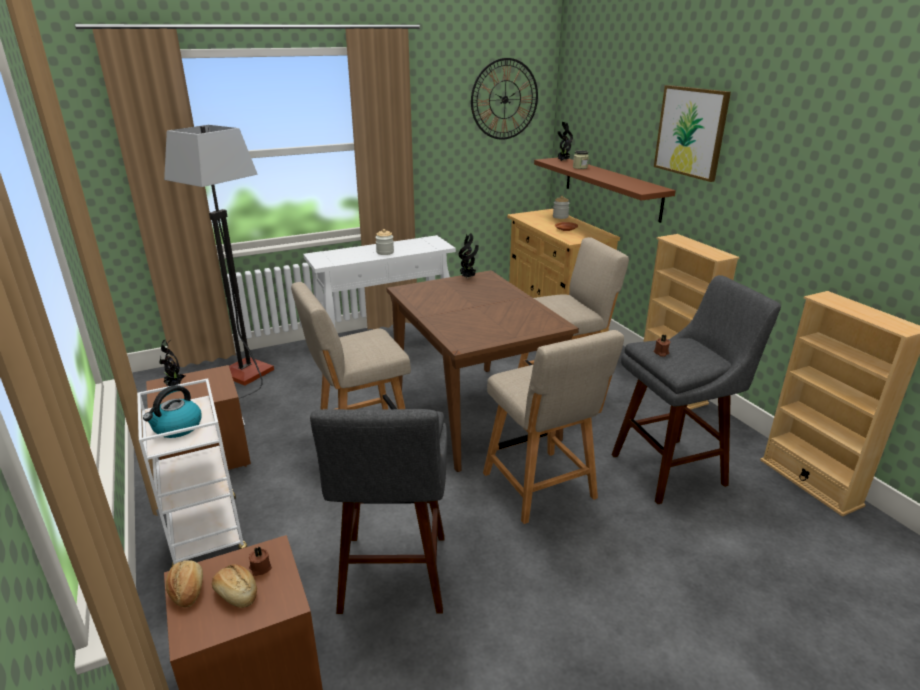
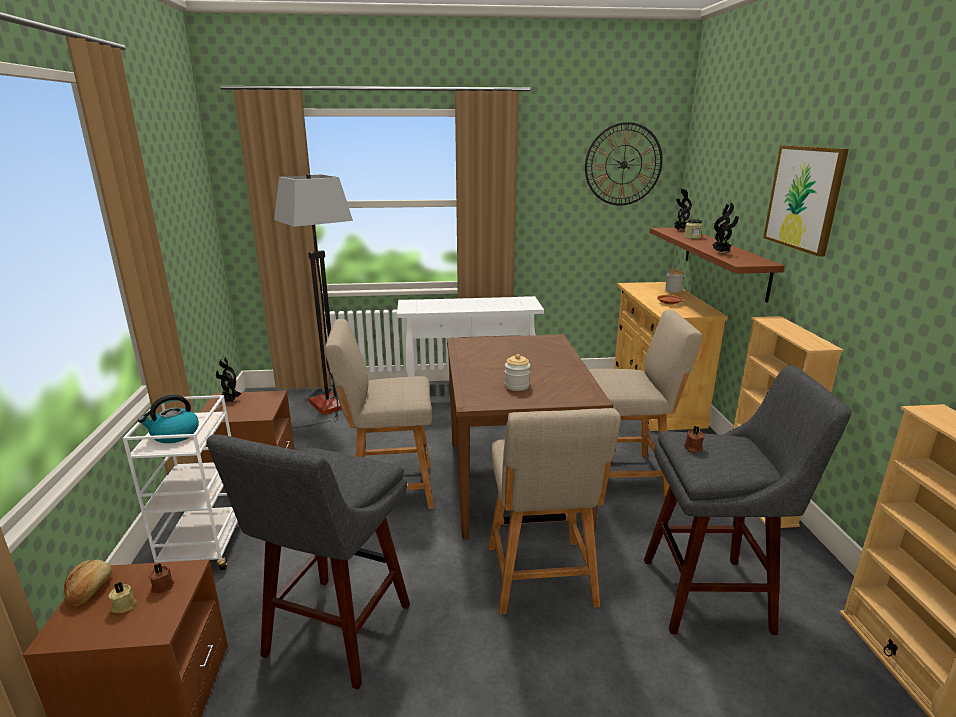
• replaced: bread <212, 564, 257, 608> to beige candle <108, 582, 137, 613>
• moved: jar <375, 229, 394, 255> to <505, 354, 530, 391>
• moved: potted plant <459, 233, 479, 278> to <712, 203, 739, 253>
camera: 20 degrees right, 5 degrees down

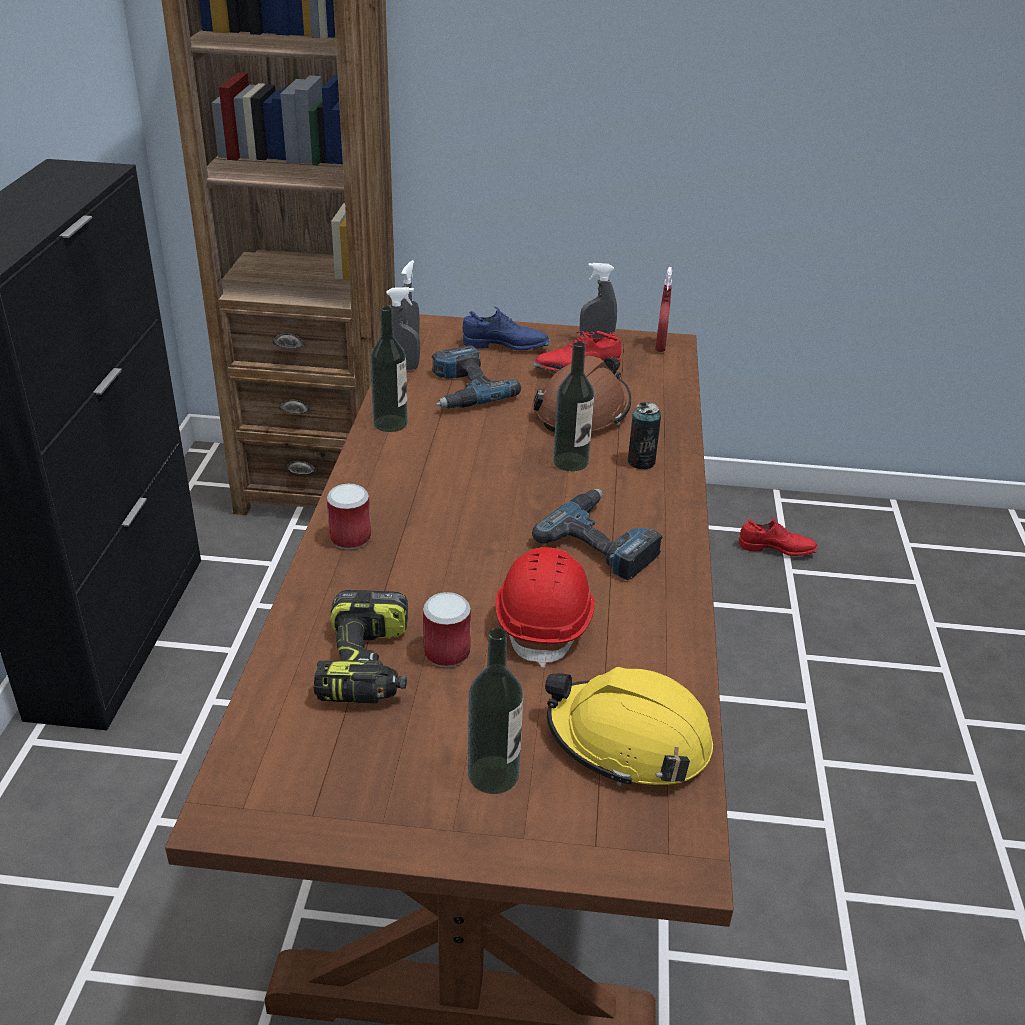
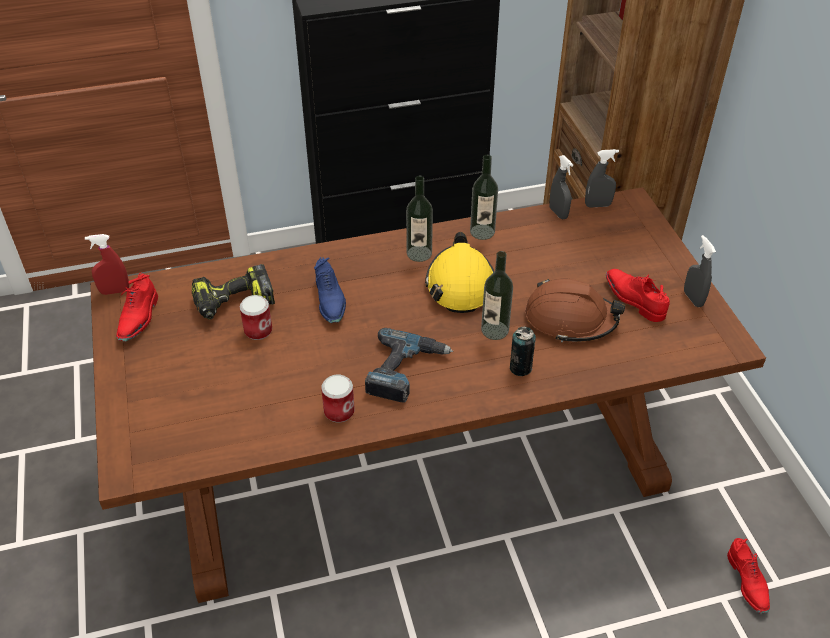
• moved: red spray bottle <655, 267, 672, 352> to <85, 234, 129, 295>
• added: red shoe <116, 273, 158, 342>
• moved: blue shoe <463, 306, 550, 350> to <314, 257, 346, 323>
• moved: can <327, 484, 371, 550> to <321, 375, 355, 423>
• moved: bottle <468, 627, 523, 794> to <406, 176, 433, 262>
• moved: yellow hard hat <545, 667, 713, 786> to <425, 232, 494, 313>
• removed: power drill <431, 345, 521, 408>
• removed: red hard hat <495, 547, 595, 667>
camera: 70 degrees right, 10 degrees up

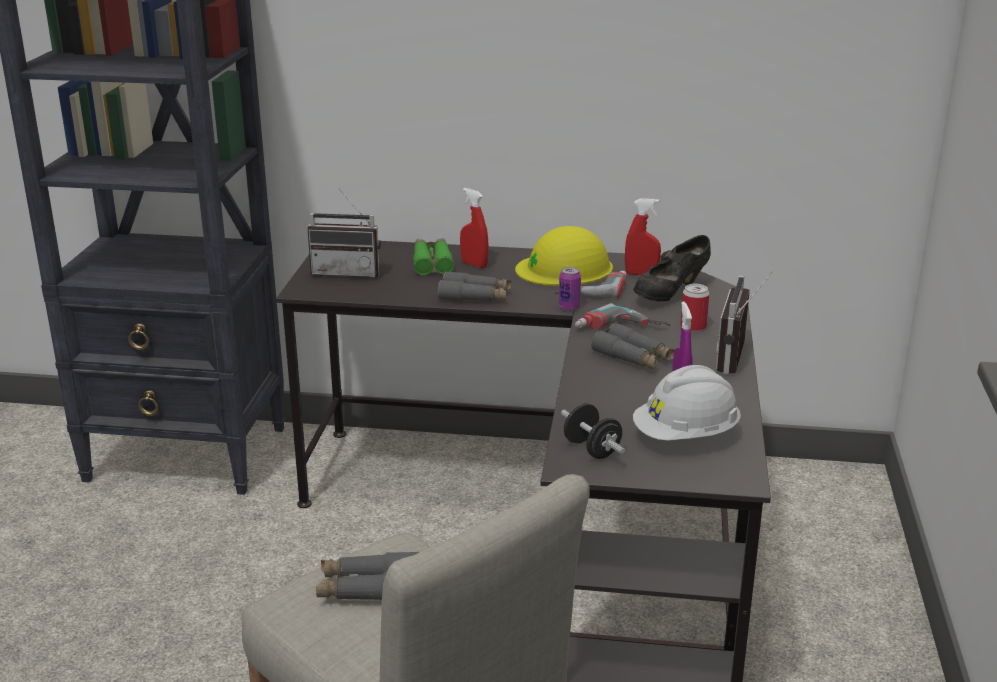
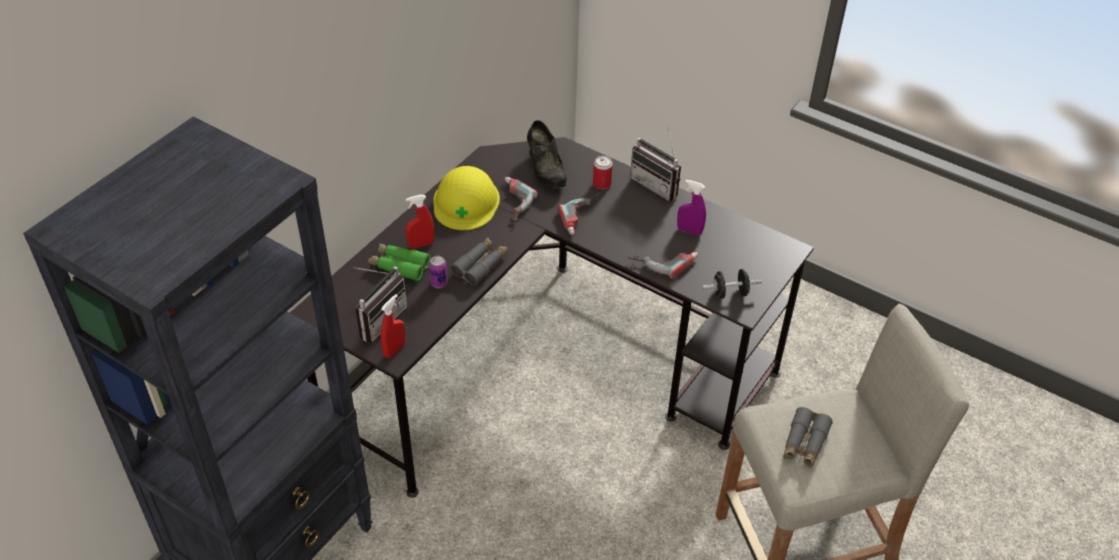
• moved: red spray bottle <625, 198, 661, 275> to <380, 294, 406, 358>
• moved: can <559, 267, 581, 311> to <429, 256, 448, 288>
• added: power drill <627, 252, 698, 279>
• removed: grey binoculars <591, 323, 675, 370>
• removed: white hard hat <633, 365, 741, 441>
camera: 65 degrees left, 20 degrees up

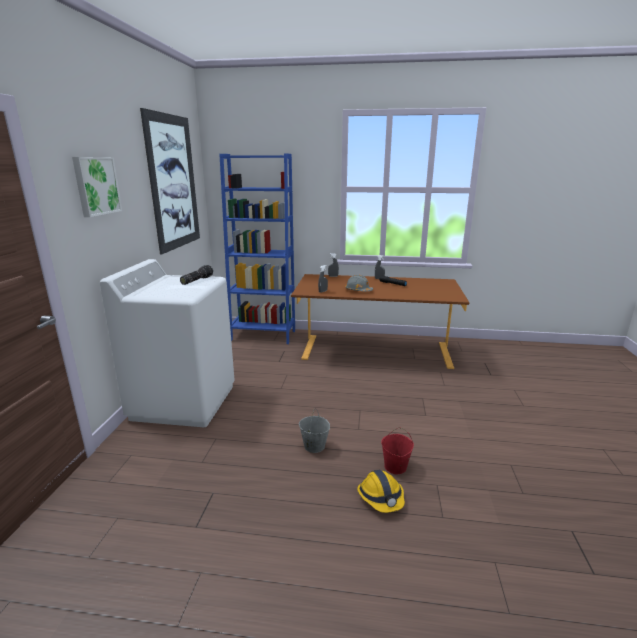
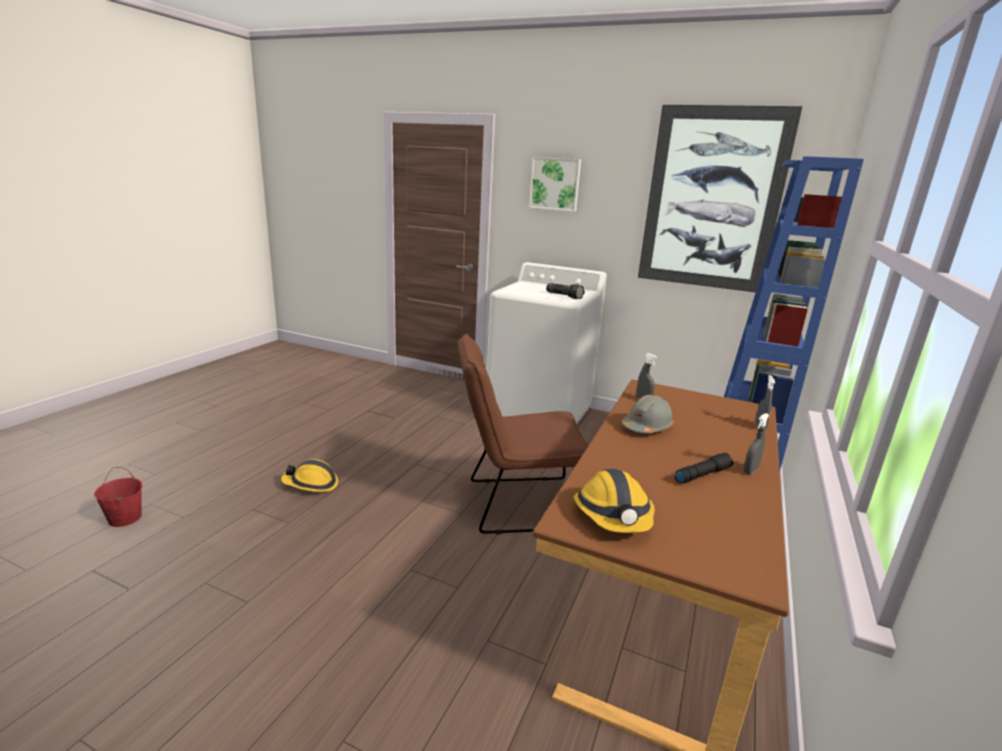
• moved: red bucket <381, 427, 414, 475> to <94, 467, 143, 527>
• added: brown chair <458, 334, 589, 534>
• added: hard hat <574, 469, 655, 533>
• removed: grey bucket <299, 408, 330, 453>
camera: 105 degrees right, 0 degrees up

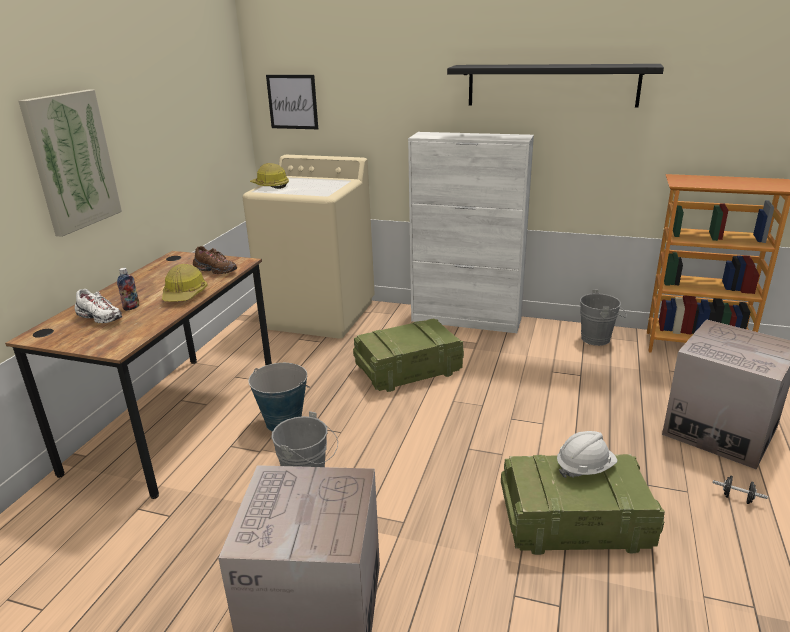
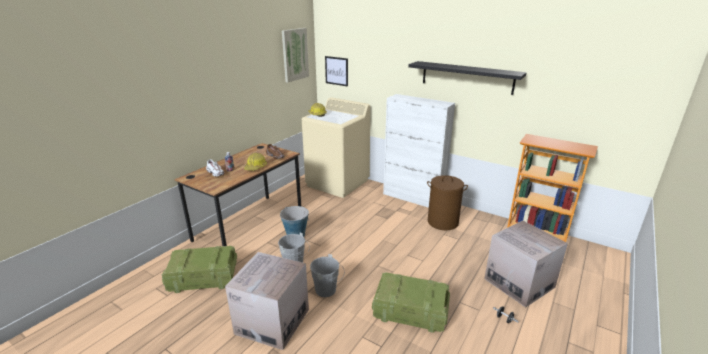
• moved: crate <353, 318, 464, 392> to <162, 246, 237, 293>
• moved: picture <19, 90, 122, 237> to <282, 28, 309, 82>
• moved: grey bucket <580, 290, 627, 346> to <310, 254, 345, 297>
• added: brown laundry basket <427, 175, 468, 230>
• removed: white hard hat <557, 431, 617, 478>
camera: 15 degrees right, 0 degrees up

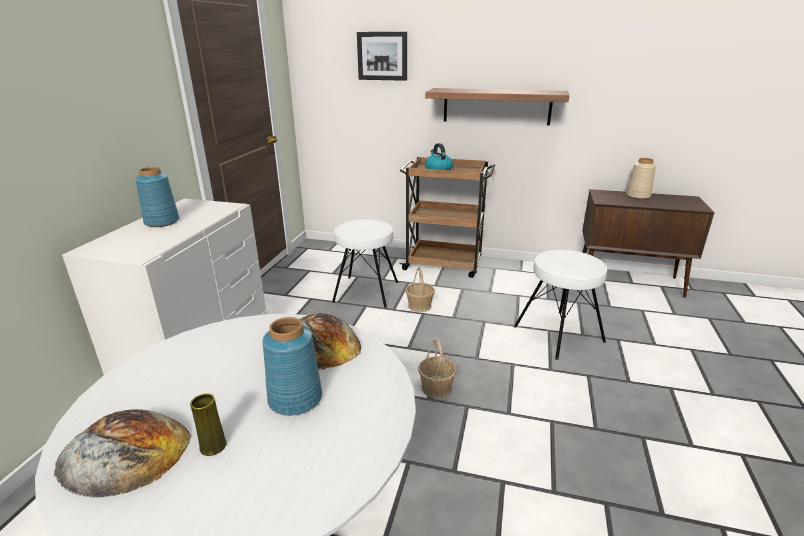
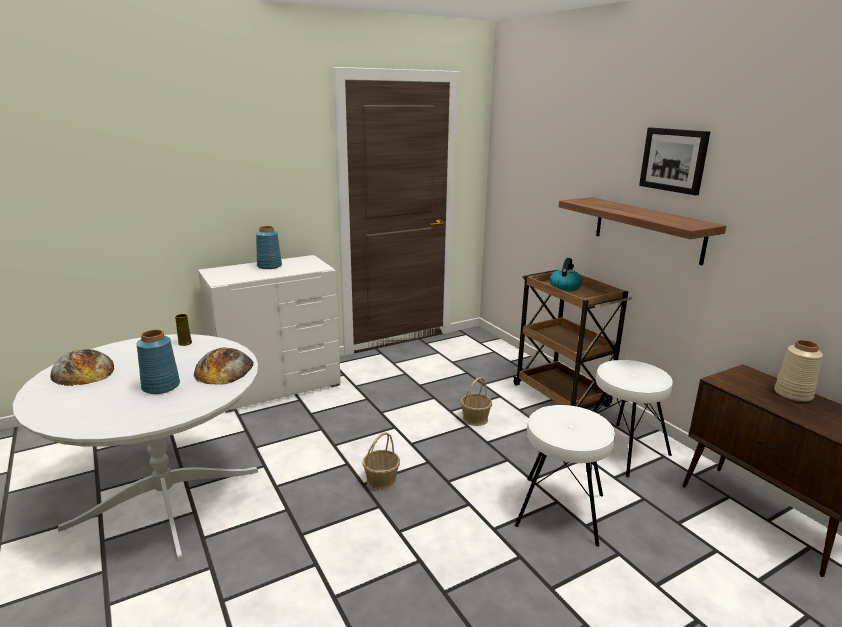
• moved: yellow vase <190, 393, 227, 456> to <175, 314, 192, 346>
• moved: white stool <332, 219, 398, 308> to <593, 360, 673, 478>
• moved: picture <357, 32, 407, 81> to <639, 127, 710, 195>
camera: 45 degrees right, 5 degrees down

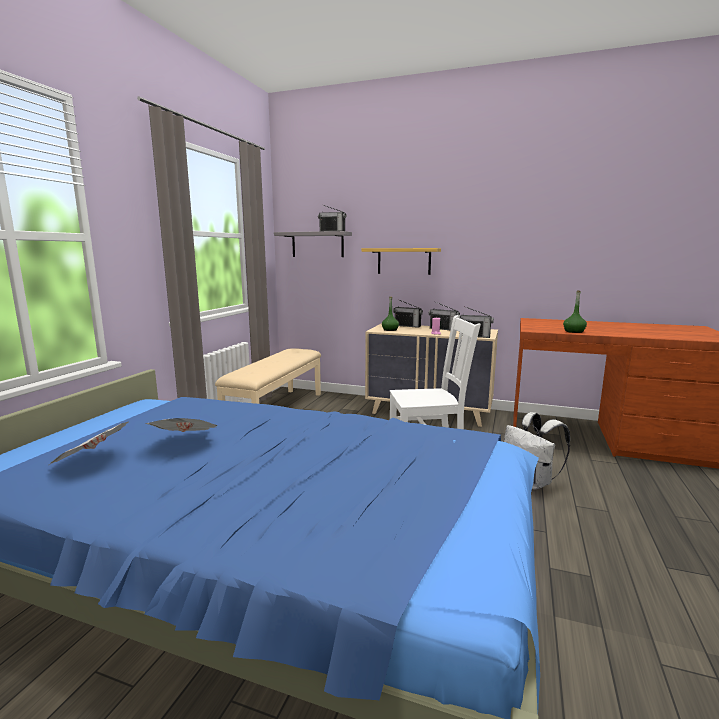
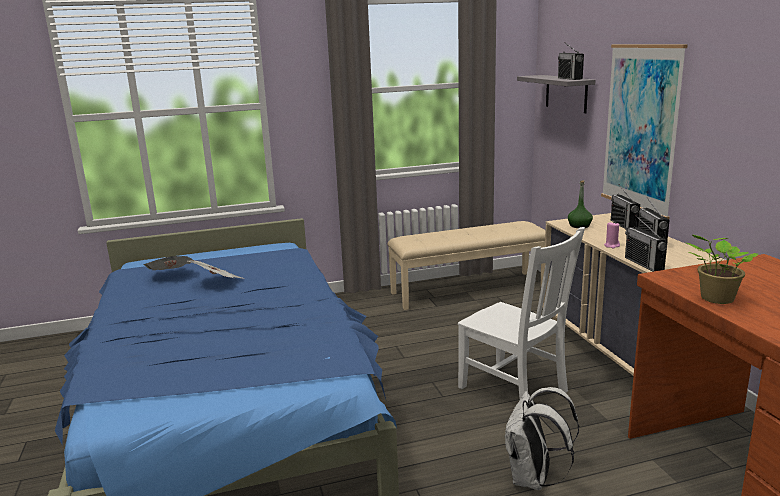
• replaced: shelf <362, 248, 441, 275> to picture <601, 44, 688, 219>
• replaced: green bottle <563, 291, 587, 333> to potted plant <687, 235, 758, 304>
camera: 55 degrees right, 5 degrees up

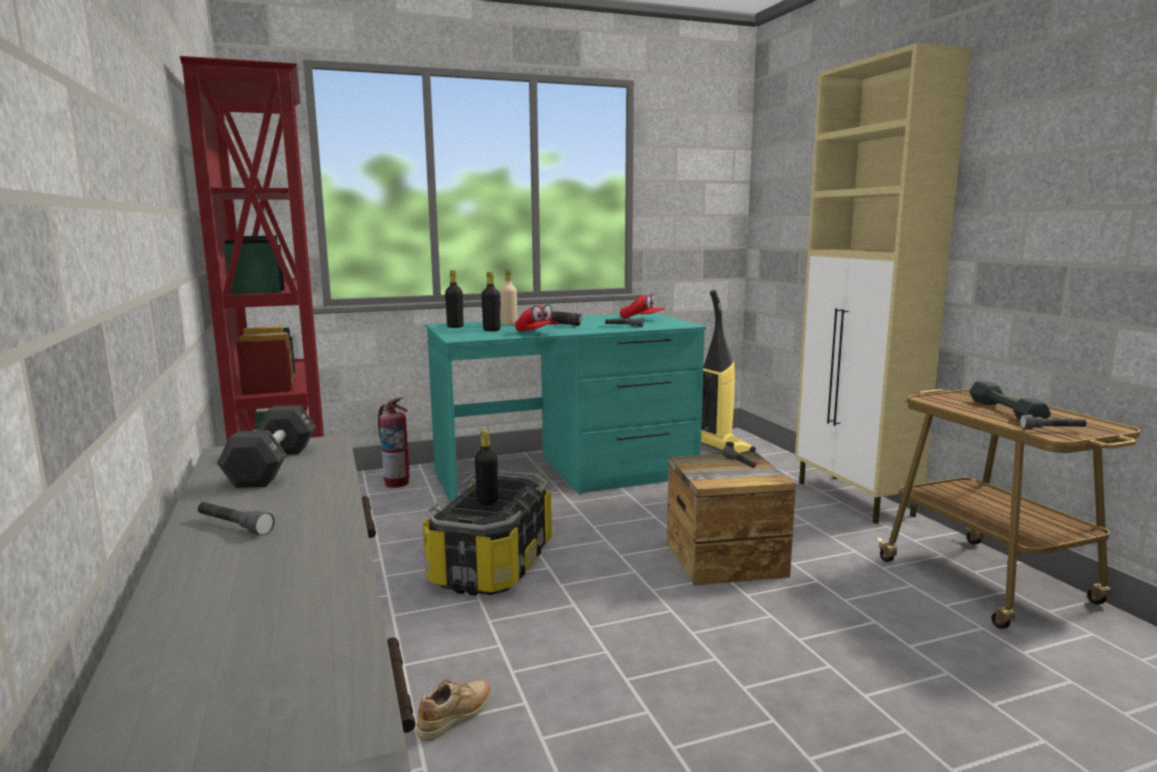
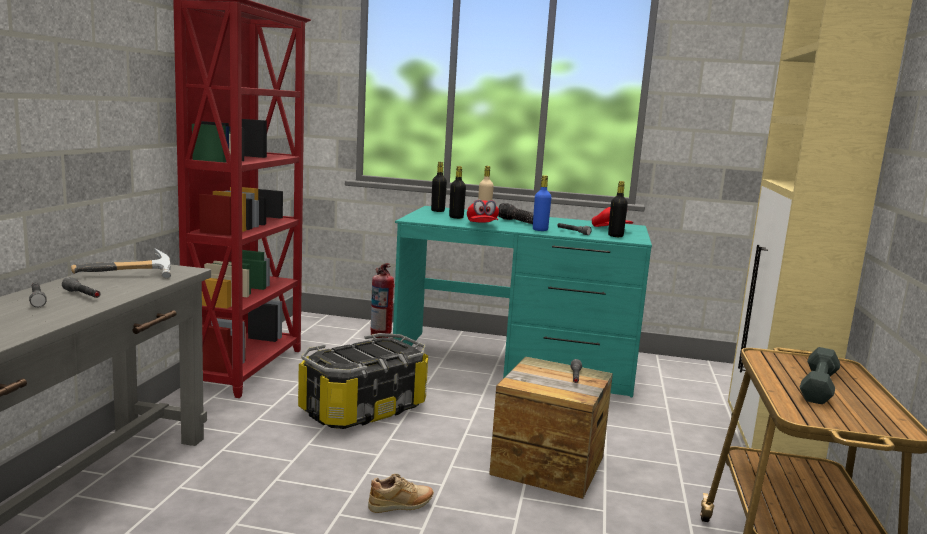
• moved: grey flashlight <1019, 415, 1087, 430> to <62, 277, 101, 298>
• replaced: black dumbbell <217, 405, 316, 488> to hammer <71, 248, 171, 278>
• moved: beige shoe <416, 679, 490, 741> to <368, 474, 434, 513>
• added: blue bottle <533, 175, 552, 231>
• moved: black bottle <475, 430, 498, 505> to <608, 181, 628, 237>
• removed: vacuum cleaner <701, 290, 756, 453>
camera: 30 degrees right, 0 degrees up

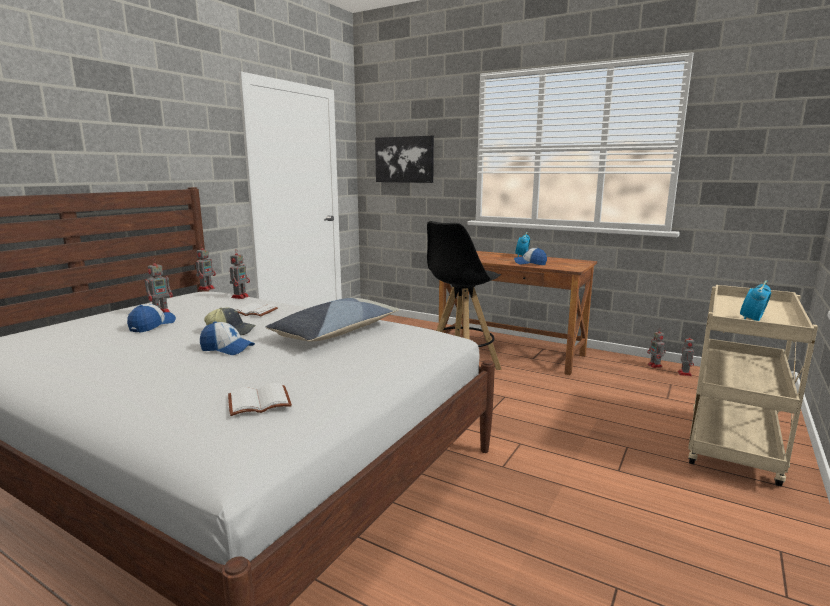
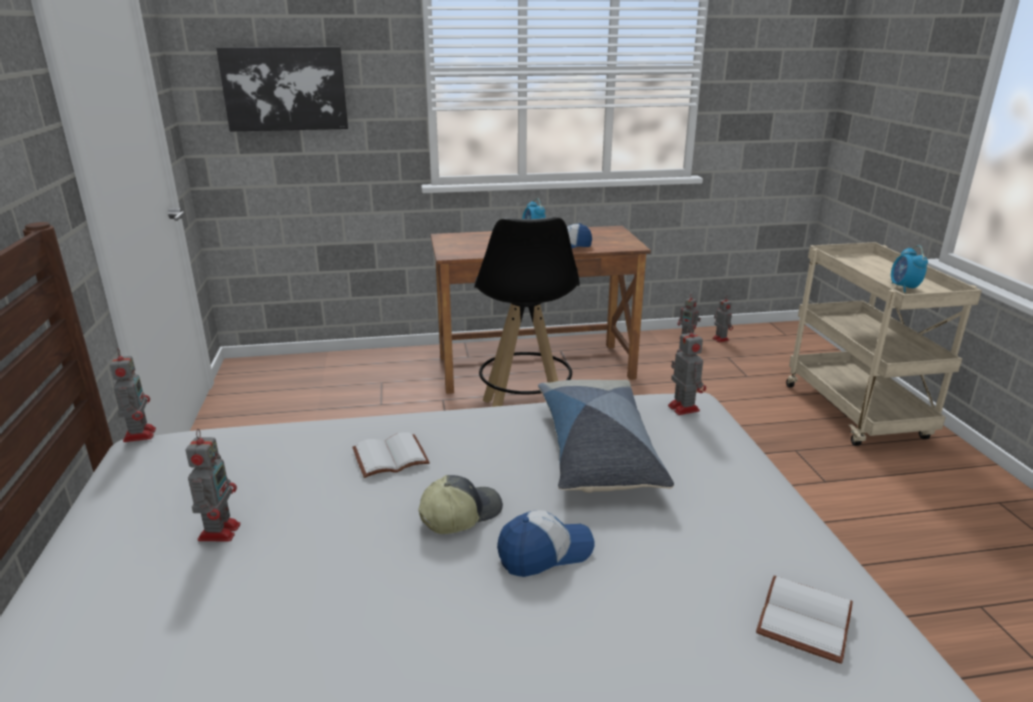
• moved: toy robot <230, 249, 250, 299> to <668, 325, 706, 415>
• removed: cap <127, 304, 176, 333>
camera: 40 degrees left, 10 degrees up

